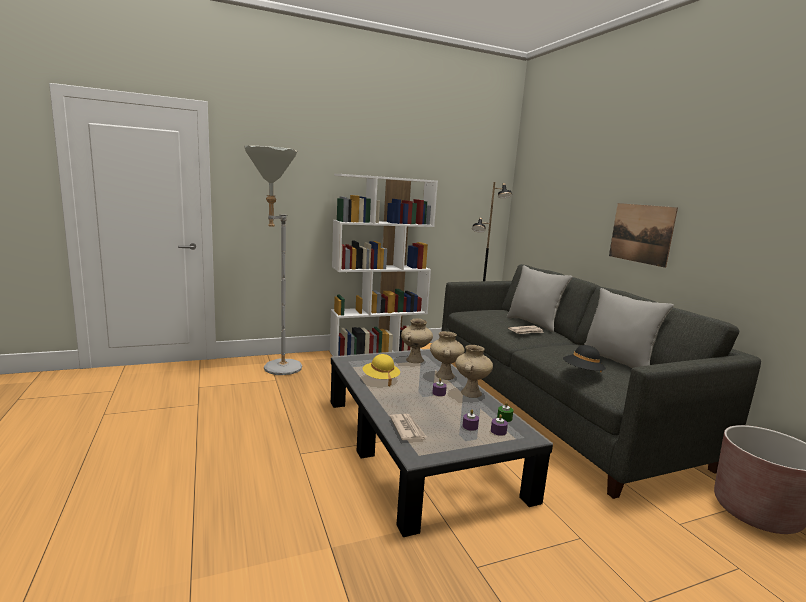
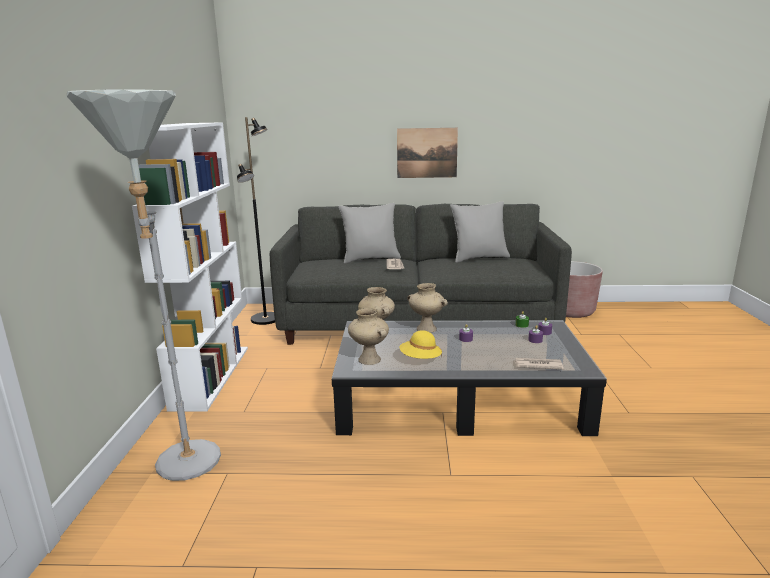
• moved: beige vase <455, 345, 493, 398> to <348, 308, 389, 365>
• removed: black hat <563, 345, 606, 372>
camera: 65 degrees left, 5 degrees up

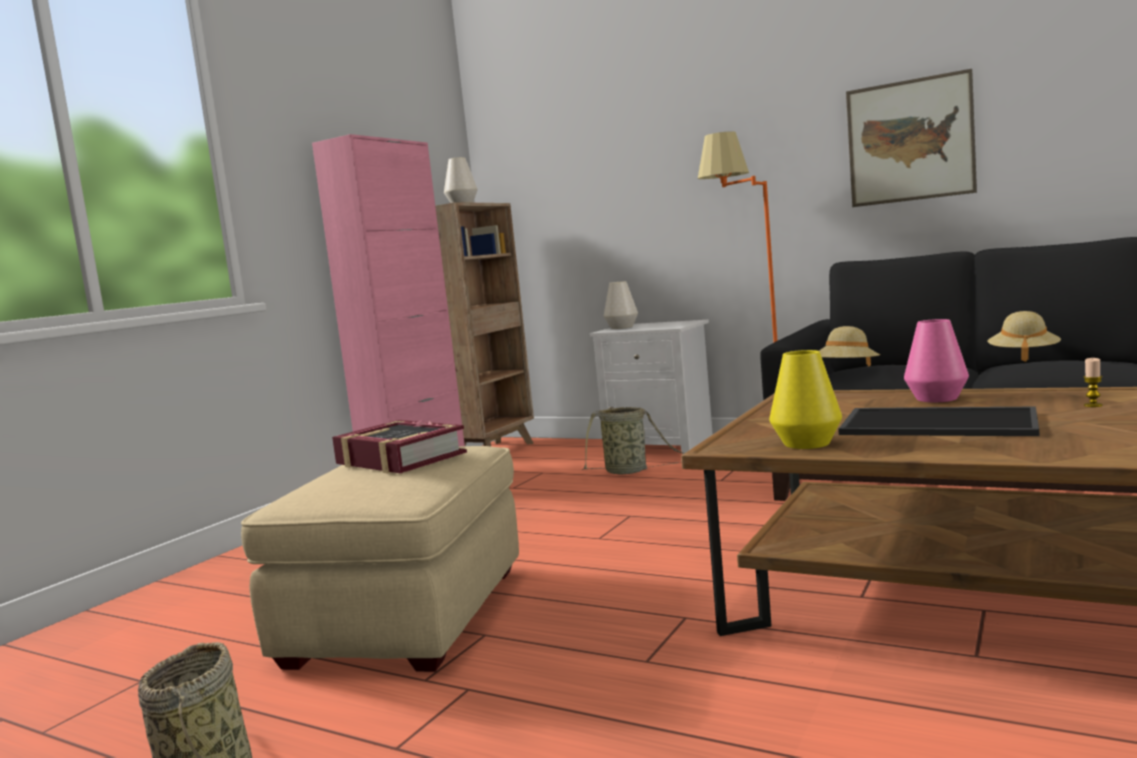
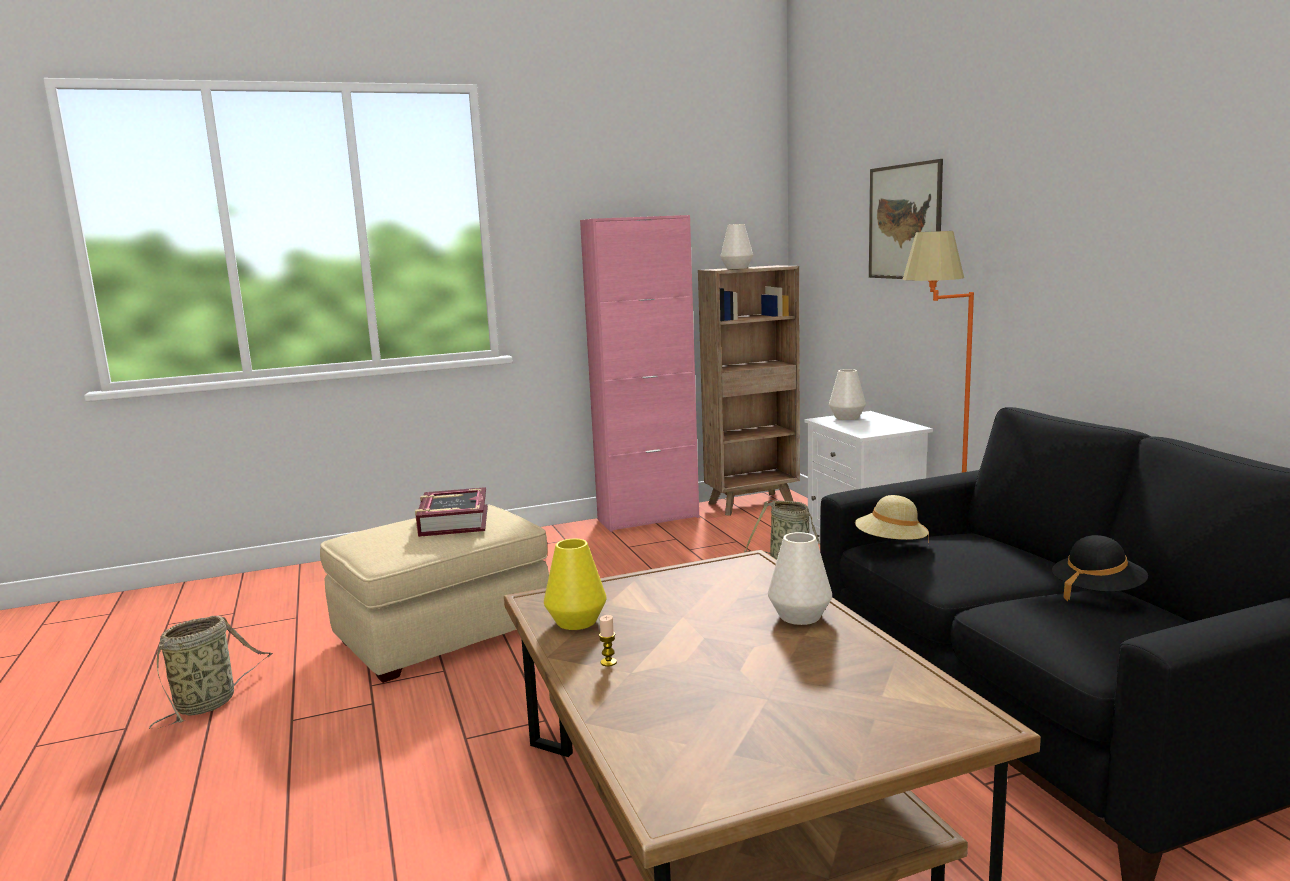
• moved: candle <1084, 358, 1103, 407> to <599, 615, 617, 667>
• recoloured: pink vase <904, 319, 969, 402> to white vase <768, 532, 832, 625>
• moved: picture <846, 69, 977, 207> to <869, 159, 943, 279>
• recoloured: beige hat <987, 311, 1061, 362> to black hat <1052, 535, 1148, 602>
• removed: tray <838, 407, 1039, 436>
camera: 40 degrees right, 5 degrees up

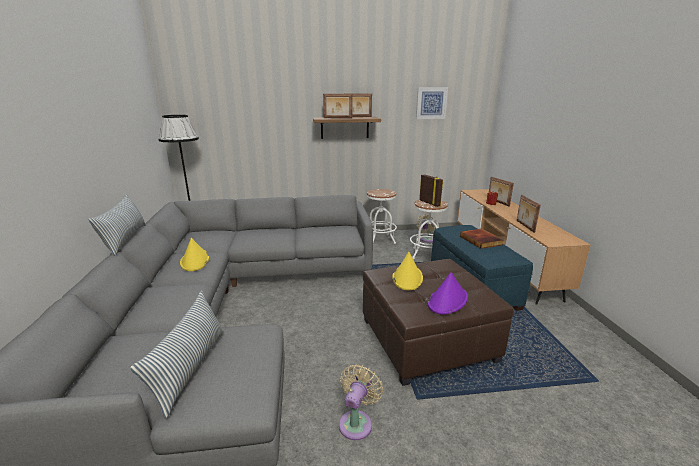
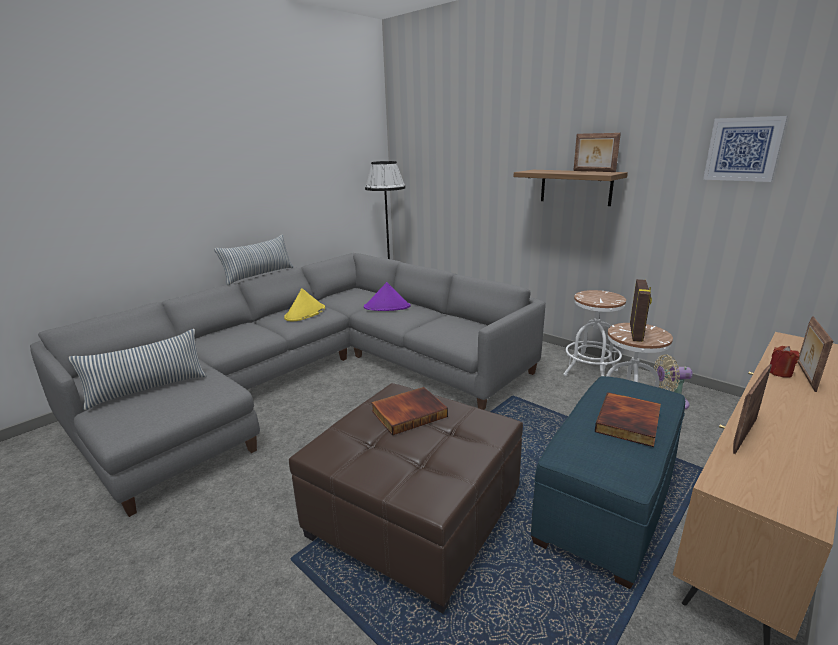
• moved: purple hat <428, 272, 468, 315> to <364, 282, 411, 311>
• replaced: yellow hat <392, 252, 423, 290> to book <371, 387, 448, 435>
• removed: picture frame <323, 94, 352, 119>
• removed: beige fan <339, 364, 383, 440>
camera: 50 degrees right, 0 degrees up

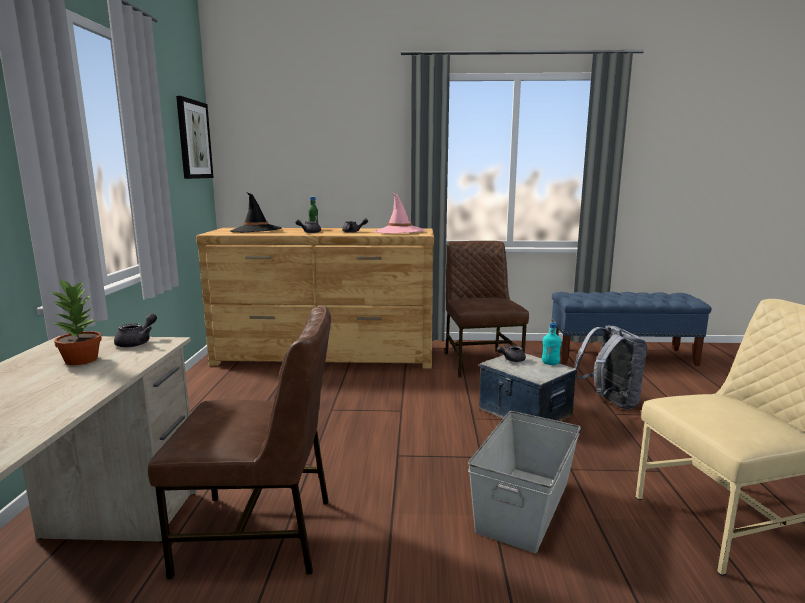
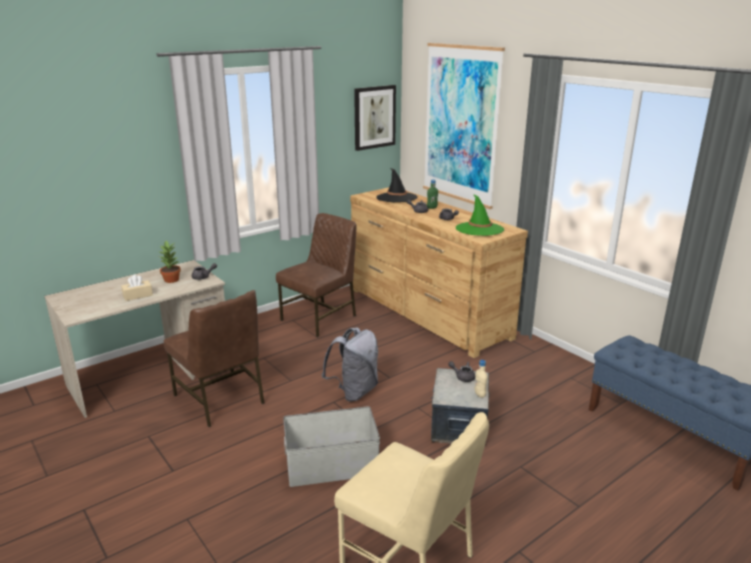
• added: beige tissue box <121, 274, 153, 301>
• moved: brown chair <445, 241, 529, 378> to <276, 213, 356, 337>
• moved: grey backpack <575, 325, 648, 410> to <322, 327, 378, 402>
• added: picture <423, 43, 505, 209>
• recoloured: pink hat <374, 193, 425, 233> to green hat <456, 194, 504, 236>
• recoloured: turquoise bottle <542, 322, 561, 365> to beige bottle <475, 360, 487, 398>
camera: 50 degrees right, 10 degrees up

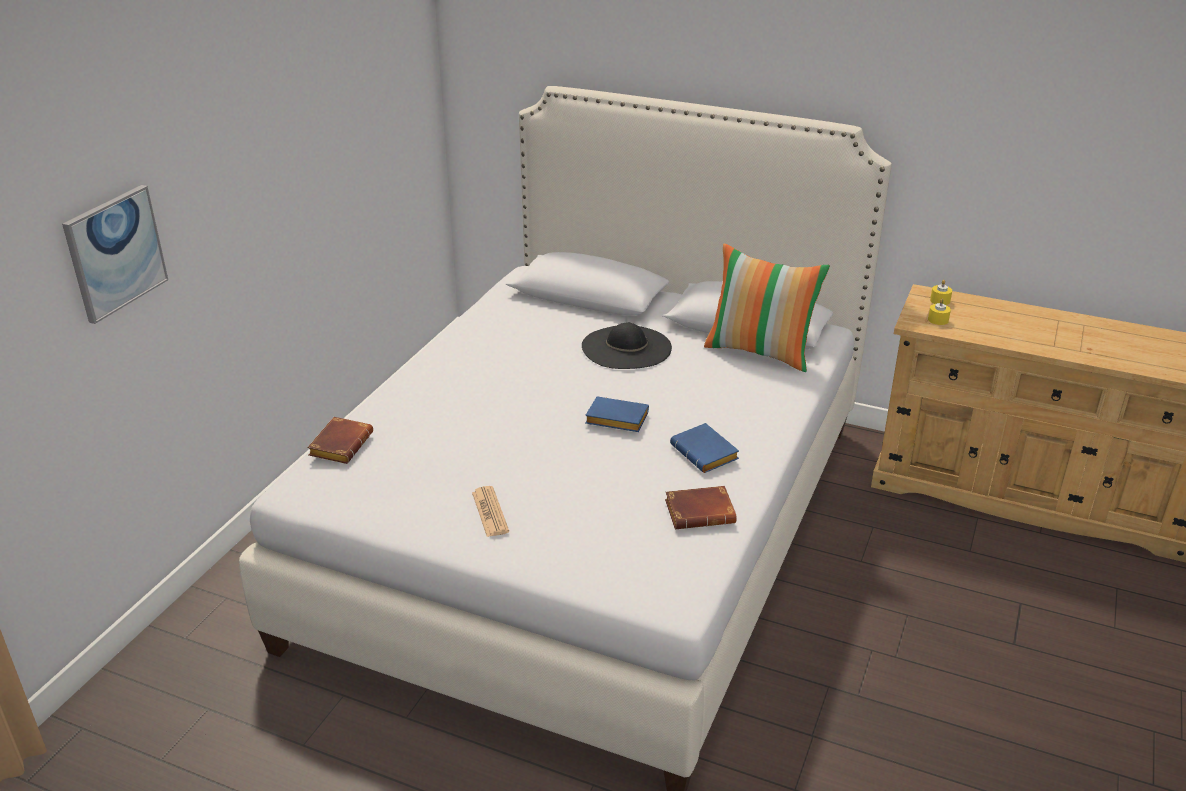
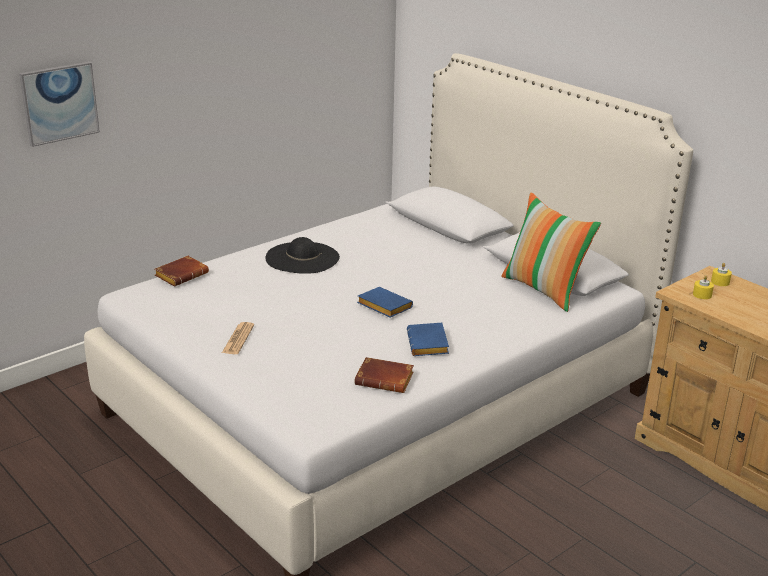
• moved: black hat <582, 323, 672, 369> to <266, 237, 340, 274>
camera: 25 degrees right, 5 degrees down

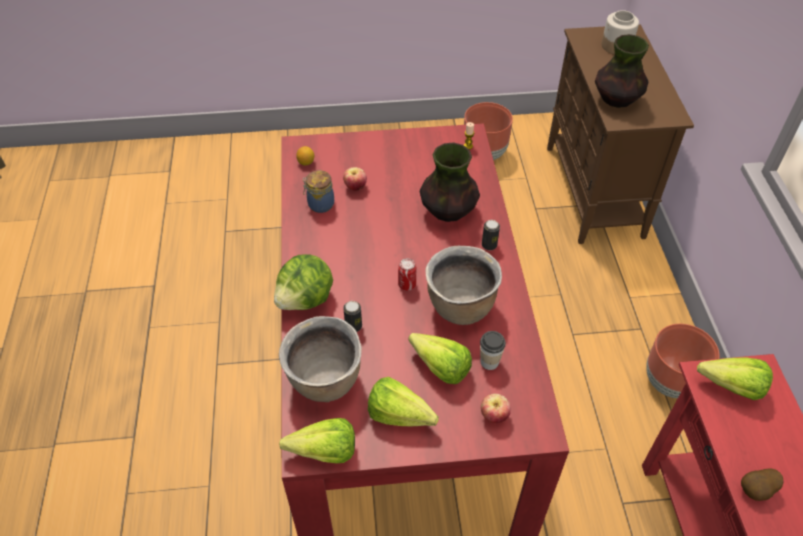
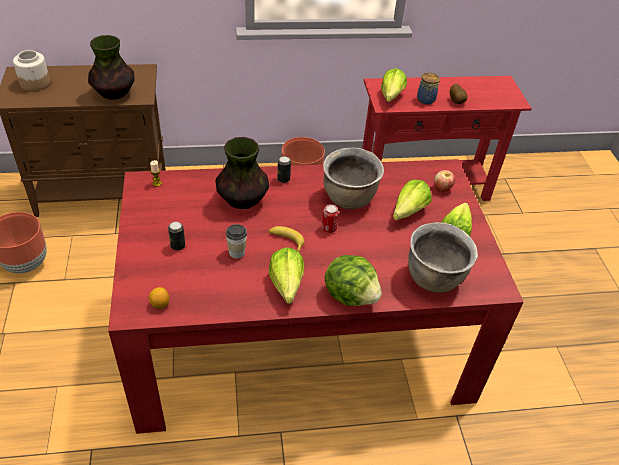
• moved: can <343, 301, 362, 332> to <168, 222, 185, 251>
• moved: cup <480, 331, 506, 370> to <226, 224, 247, 258>
• added: banana <268, 226, 305, 252>
• moved: lettuce <279, 418, 355, 463> to <269, 247, 304, 304>
• moved: jar <303, 170, 334, 213> to <417, 73, 440, 104>
• removed: apple <343, 167, 367, 191>
camera: 95 degrees left, 5 degrees down

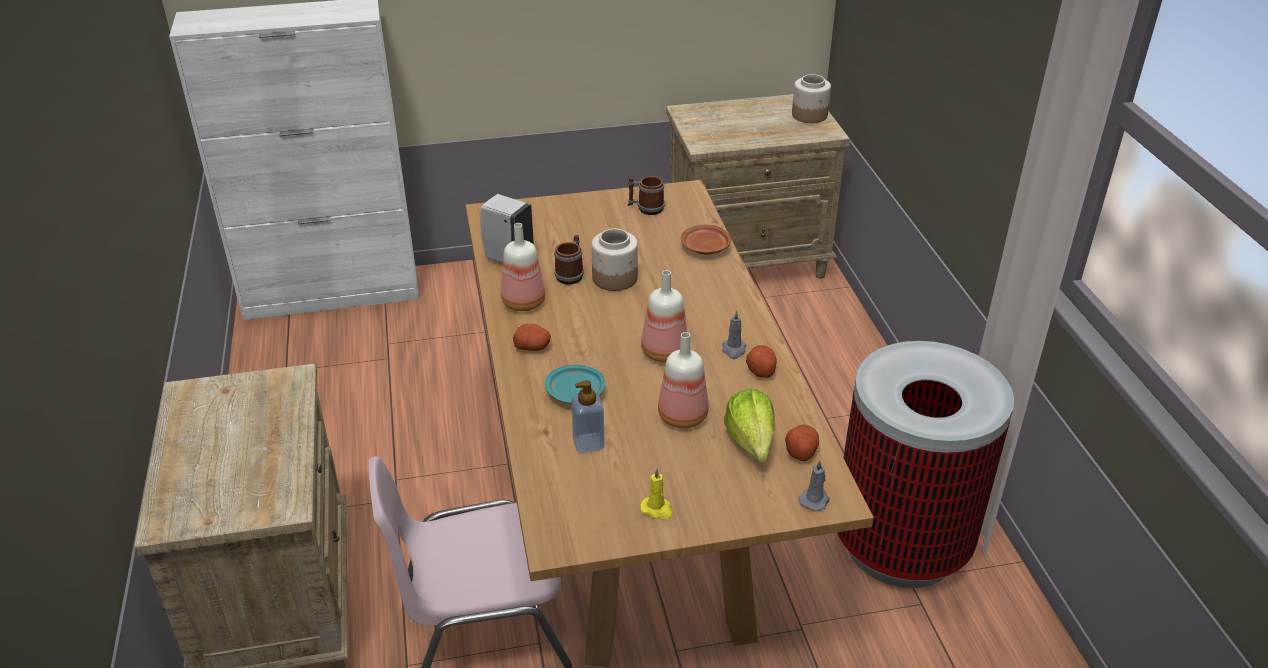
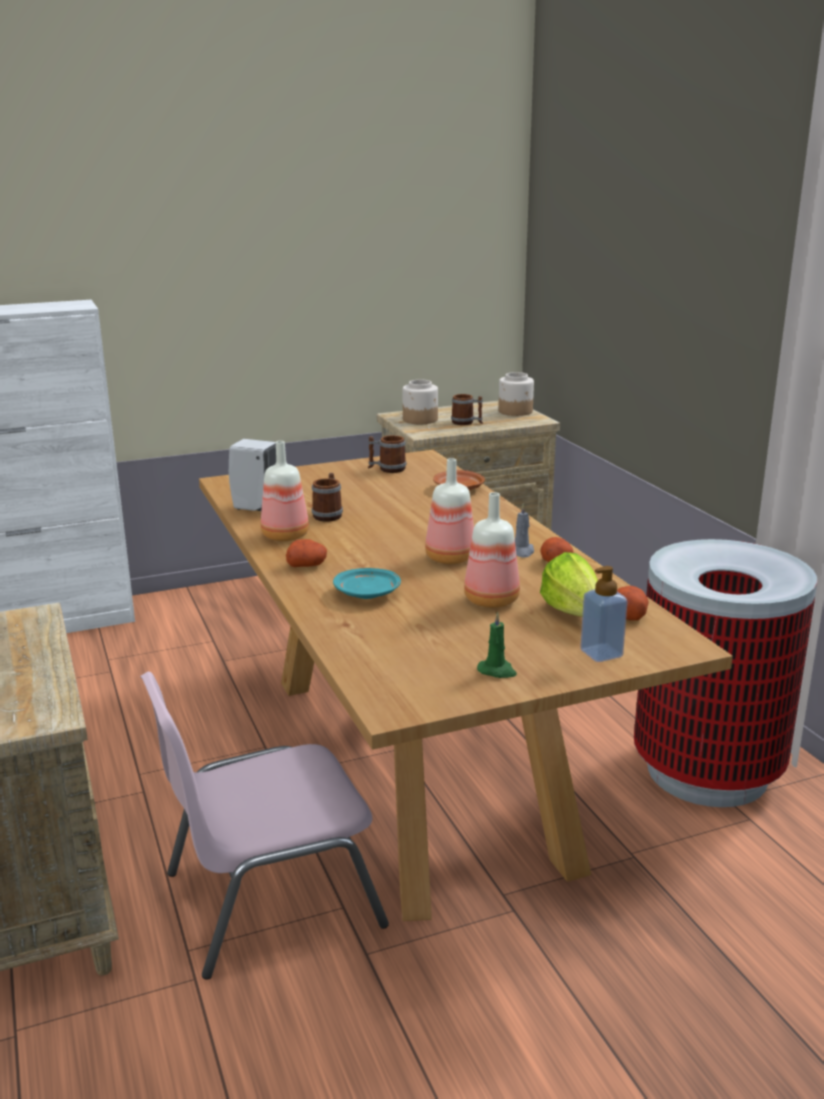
• moved: jar <591, 229, 638, 291> to <402, 380, 438, 424>
• added: mug <451, 394, 483, 425>
• recoloured: yellow candle <640, 469, 673, 519> to green candle <477, 612, 517, 678>
• moved: soap dispenser <571, 380, 605, 453> to <580, 566, 628, 662>
• removed: grey candle <799, 460, 830, 511>
camera: 10 degrees left, 15 degrees down

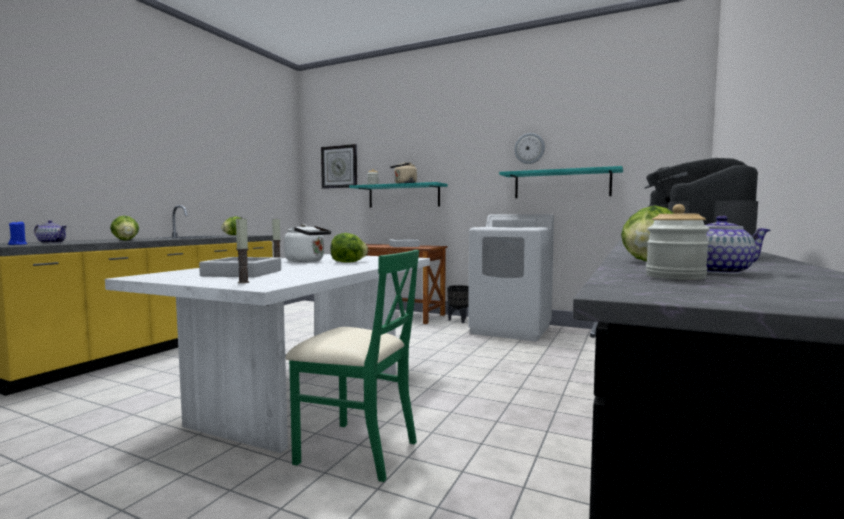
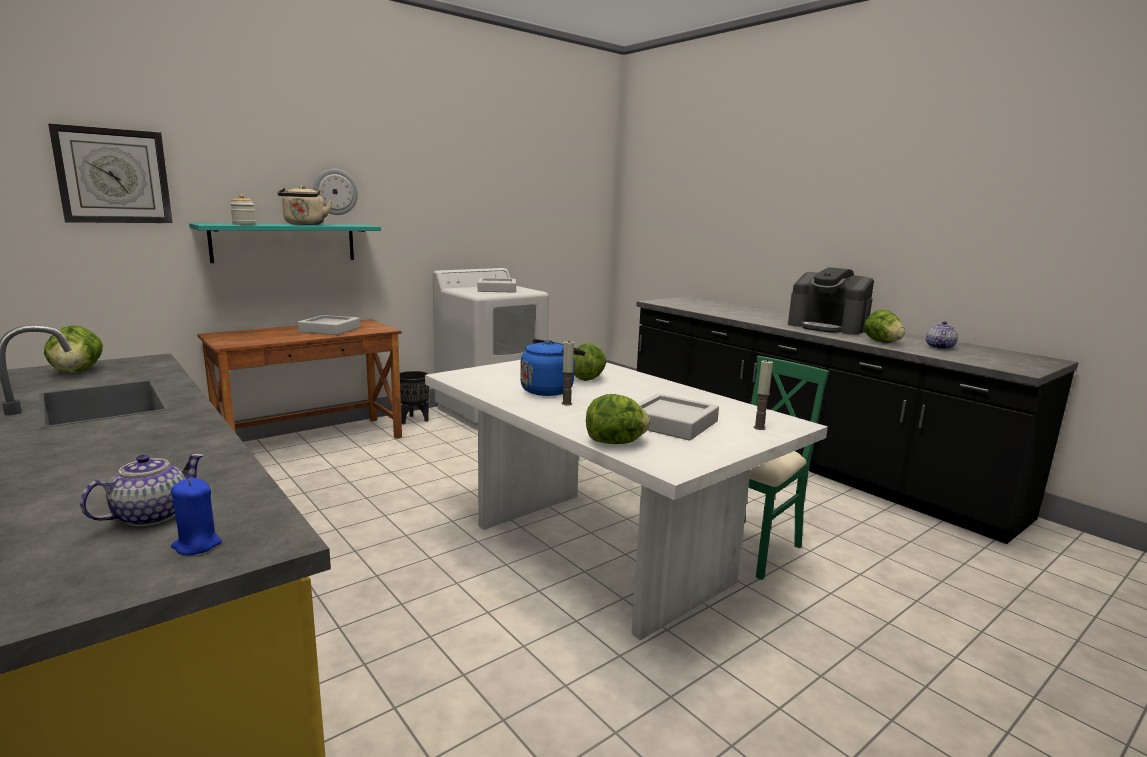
• moved: wall clock <514, 133, 545, 164> to <313, 169, 358, 215>
• recoloured: white kettle <284, 224, 331, 262> to blue kettle <520, 339, 586, 396>
• moved: lettuce <110, 215, 139, 241> to <586, 394, 650, 444>
• removed: turquoise shelf <499, 166, 623, 198>
• removed: jar <646, 204, 710, 280>
camera: 65 degrees left, 10 degrees up

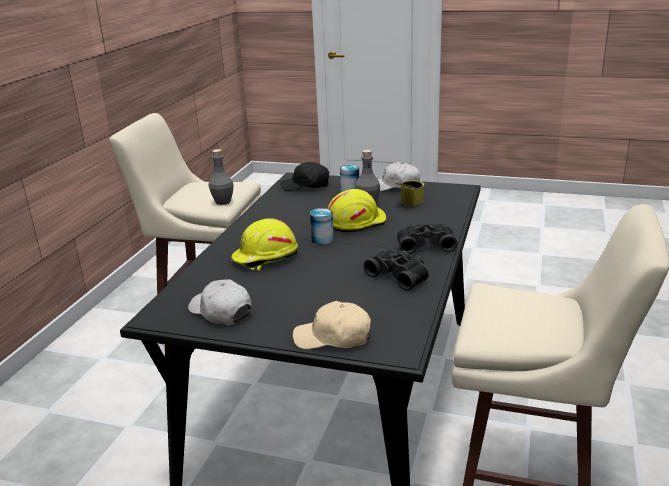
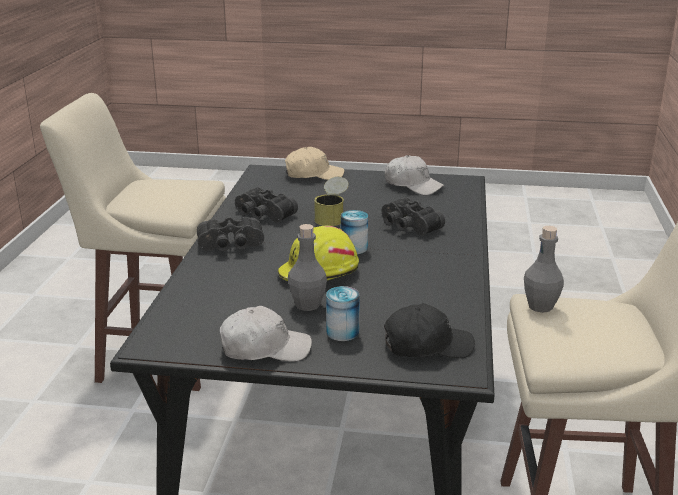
• moved: can <396, 180, 424, 205> to <314, 176, 349, 226>
• replaced: yellow hard hat <231, 218, 298, 271> to black binoculars <382, 197, 445, 236>
camera: 170 degrees right, 0 degrees up

